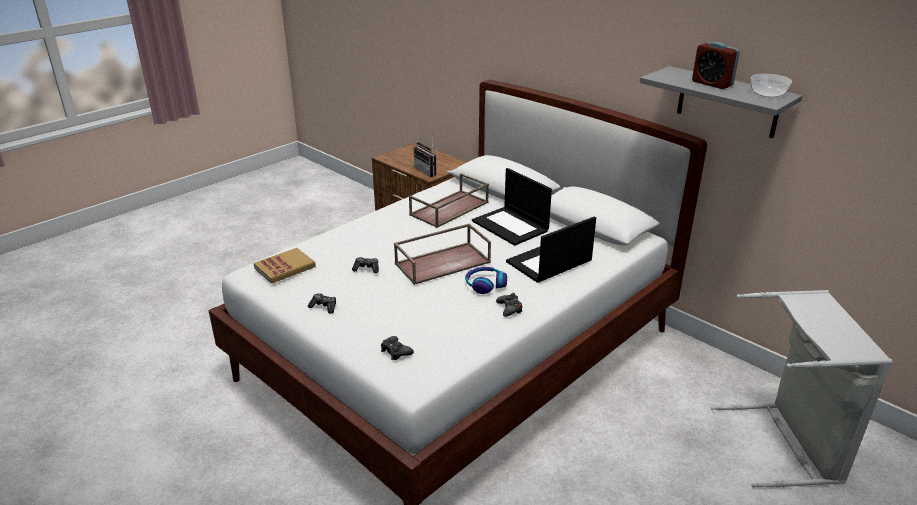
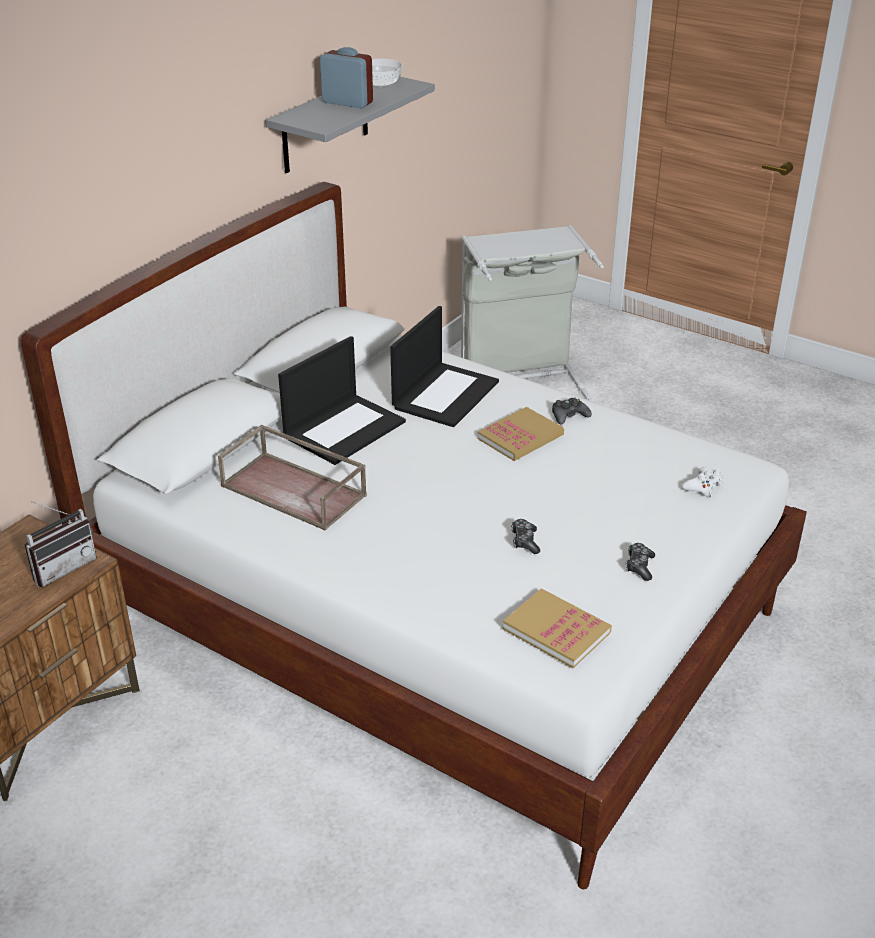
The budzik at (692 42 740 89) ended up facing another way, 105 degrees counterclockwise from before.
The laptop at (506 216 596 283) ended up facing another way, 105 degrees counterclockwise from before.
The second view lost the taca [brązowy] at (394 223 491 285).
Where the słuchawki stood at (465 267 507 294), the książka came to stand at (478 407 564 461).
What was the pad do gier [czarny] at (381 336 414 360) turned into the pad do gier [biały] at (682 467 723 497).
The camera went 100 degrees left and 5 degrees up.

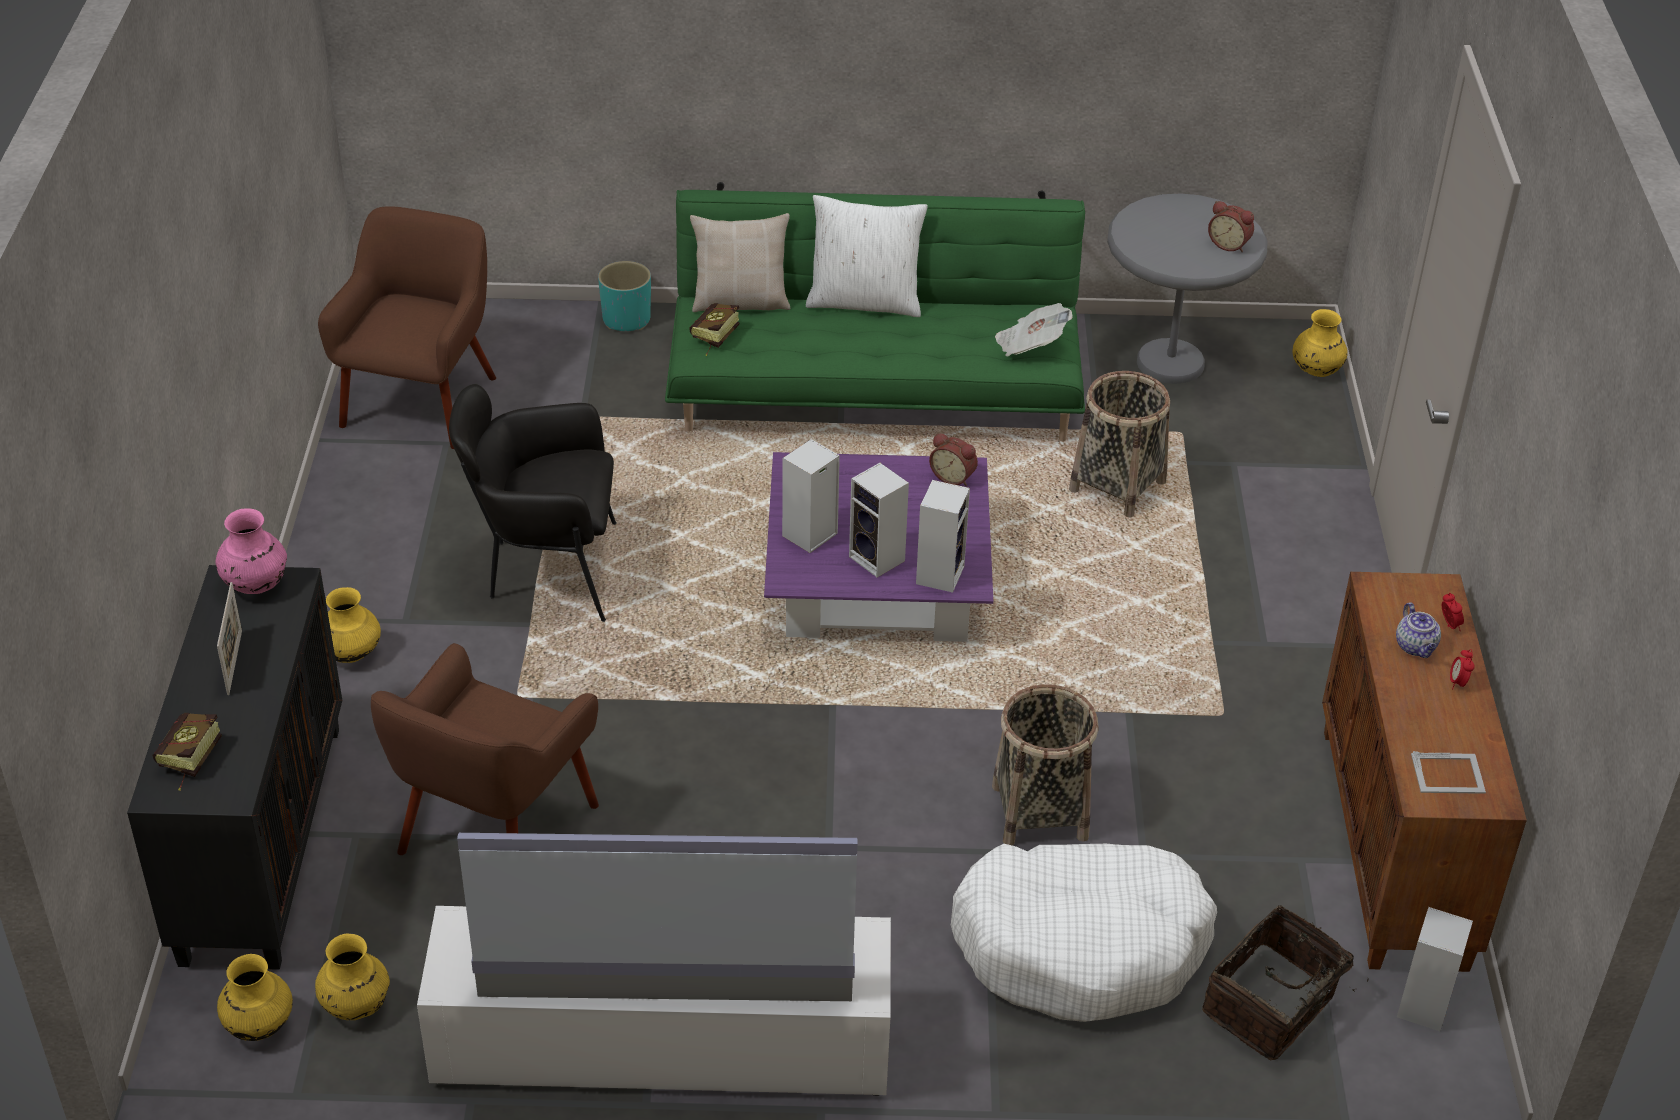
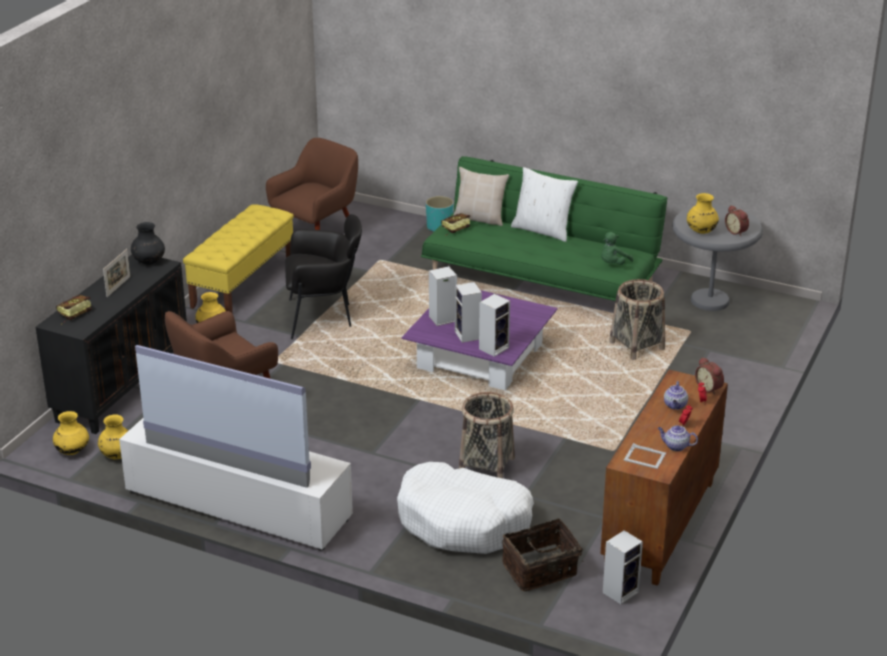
Where the gazeta stood at (995 303 1073 357), the pluszak [zielony] came to stand at (601 232 633 265).
The wazon [żółty] ended up elsewhere, having gone from (1293 309 1348 377) to (687 193 719 234).
The fotel [czarny] at (449 384 617 622) ended up facing another way, 150 degrees clockwise from before.
The budzik ended up elsewhere, having gone from (929 433 978 486) to (695 357 724 395).
What was the wazon [różowy] at (215 508 287 594) turned into the wazon [czarny] at (131 222 165 265).
The second view gained the ławka [żółty] at (183 204 294 313).
The second view gained the imbryk at (658 425 698 451).
The camera went 25 degrees right and 10 degrees down.

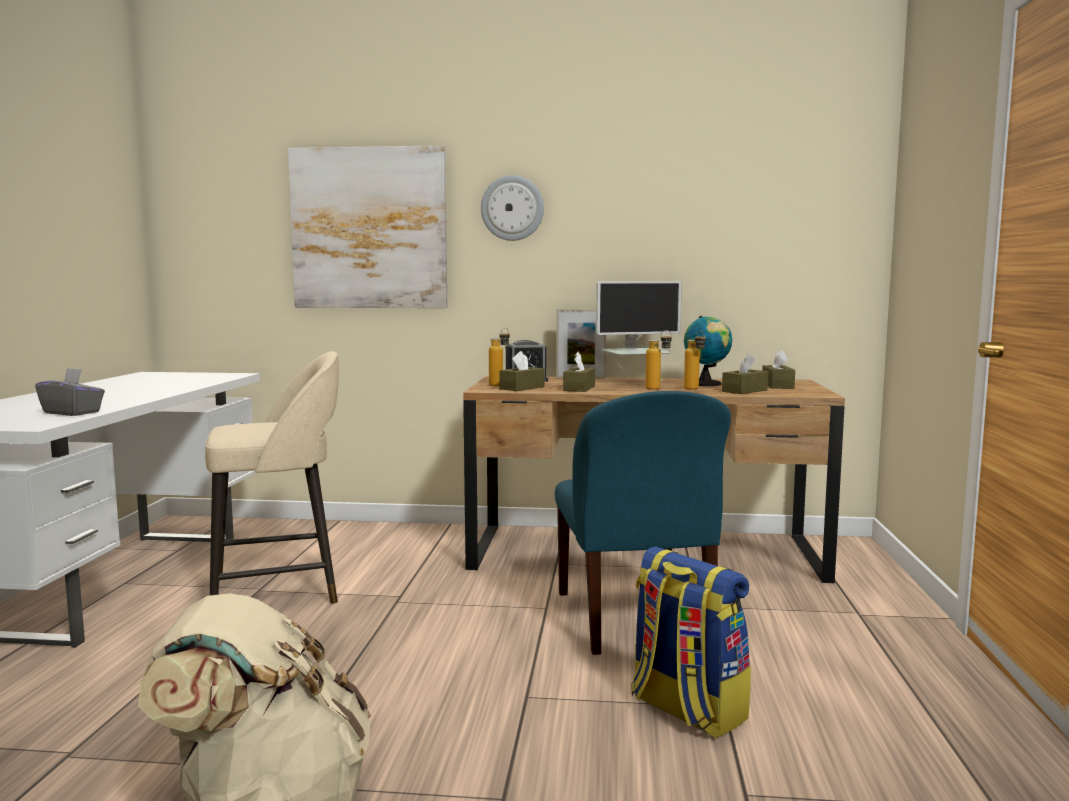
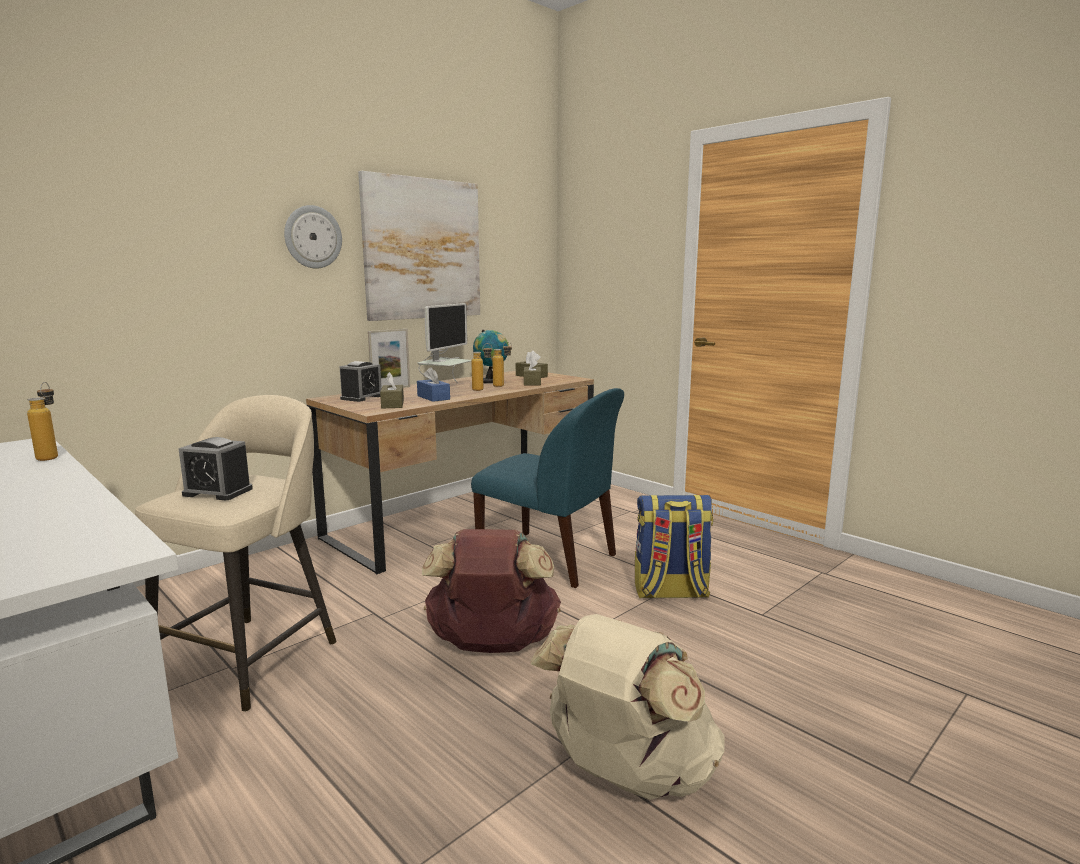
The obraz ended up elsewhere, having gone from (288 145 448 308) to (358 171 480 321).
The butelka ended up elsewhere, having gone from (489 327 510 386) to (27 382 58 461).
What was the pudełko chusteczek [brązowy] at (563 352 595 392) turned into the pudełko chusteczek [niebieski] at (417 367 450 402).
The second view lost the pudełko chusteczek [szary] at (35 368 105 416).
The second view gained the budzik at (178 437 253 500).
The second view gained the plecak [brązowy] at (422 529 561 653).
The camera went 50 degrees left and 5 degrees up.

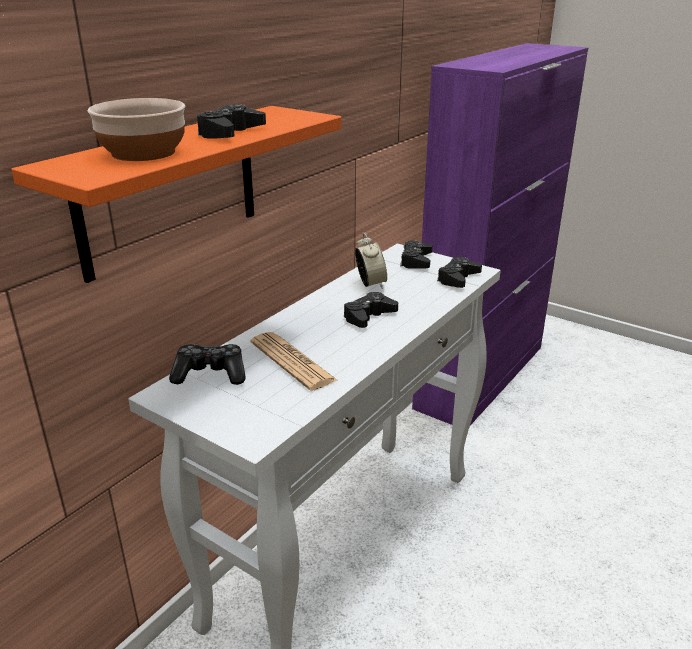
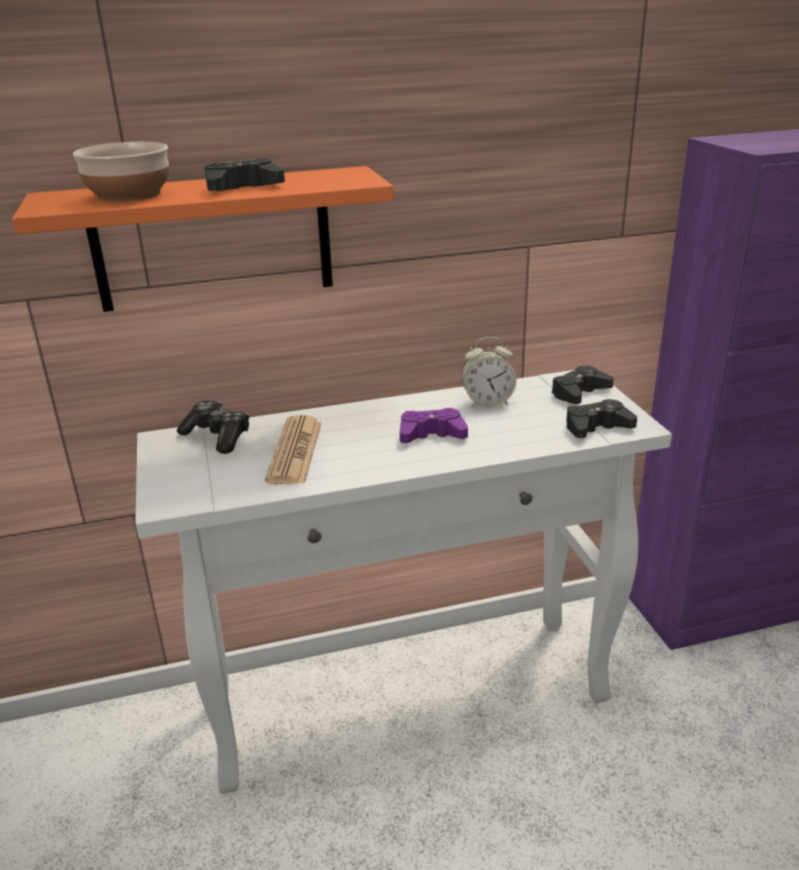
The budzik at (355 233 387 289) ended up facing another way, 60 degrees clockwise from before.
What was the pad do gier [czarny] at (344 292 398 328) turned into the pad do gier [fioletowy] at (400 408 468 443).
The camera went 40 degrees right and 0 degrees up.

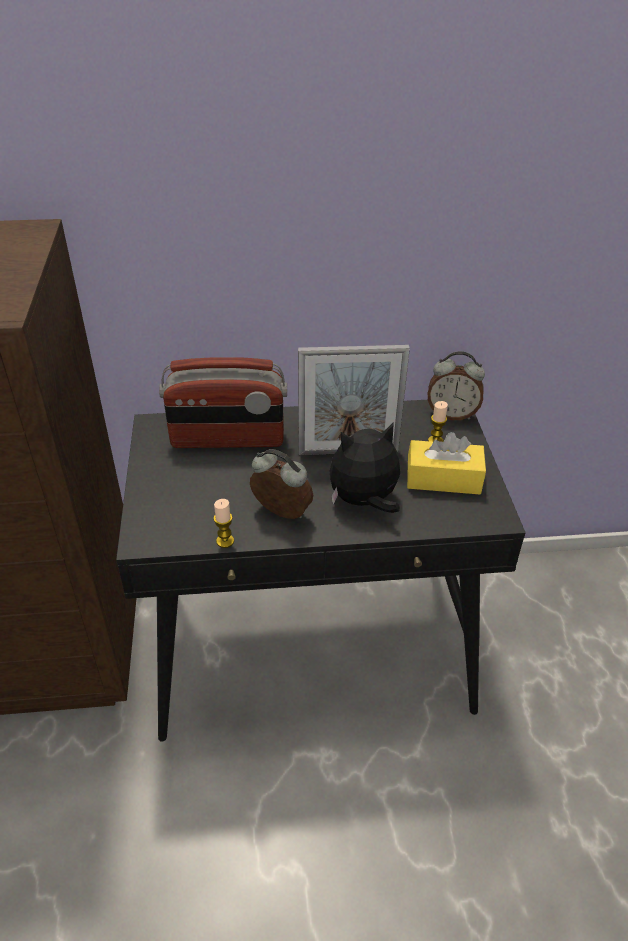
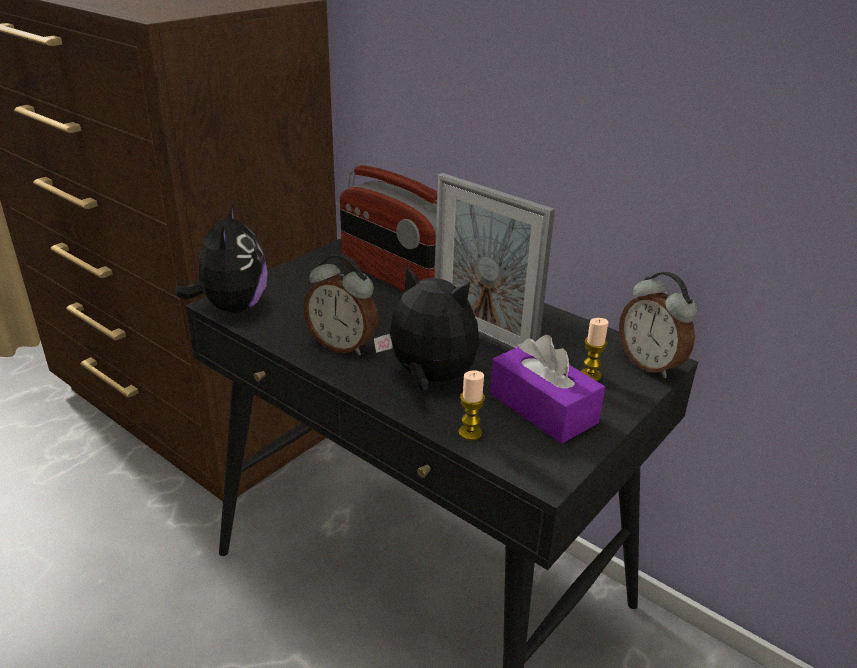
What was the pudełko chusteczek [żółty] at (407 432 486 495) turned into the pudełko chusteczek [fioletowy] at (490 335 605 444).
The budzik at (250 449 313 519) ended up facing another way, 135 degrees clockwise from before.
The świeca ended up elsewhere, having gone from (214 499 234 548) to (458 370 485 441).
The second view gained the pluszak at (175 203 268 313).
The camera went 45 degrees right and 10 degrees down.

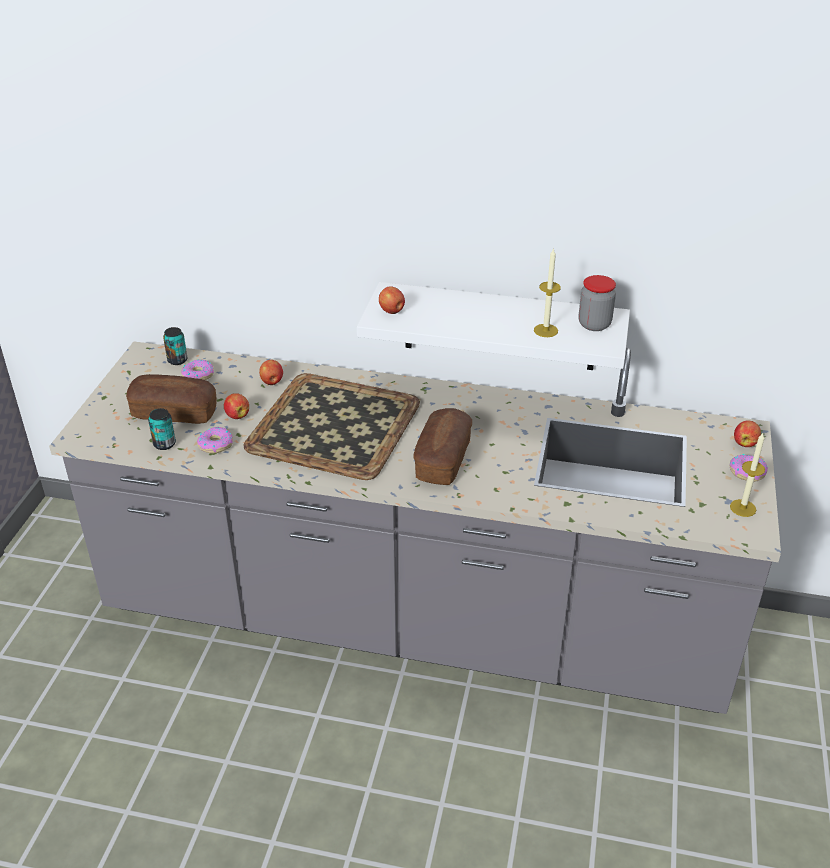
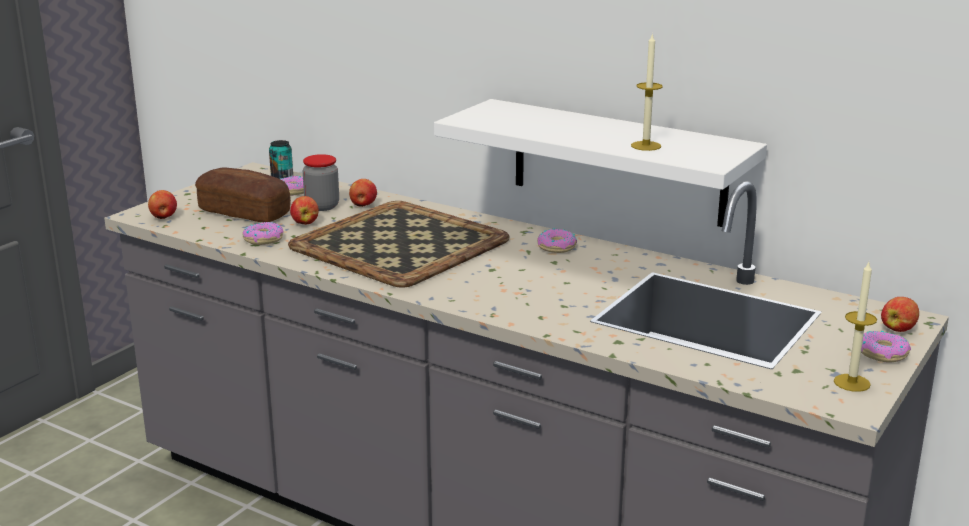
The słoik ended up elsewhere, having gone from (579 275 616 331) to (303 154 339 211).
The jabłko ended up elsewhere, having gone from (379 286 405 314) to (148 190 177 219).
The second view lost the puszka at (148 408 176 450).
The second view lost the chleb at (413 408 472 485).
The second view gained the donut at (537 228 577 253).
The camera went 20 degrees right and 15 degrees down.

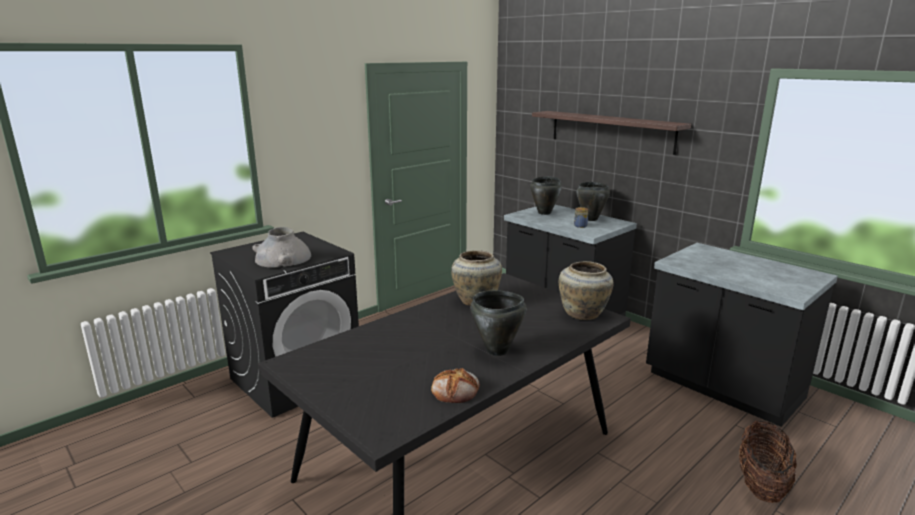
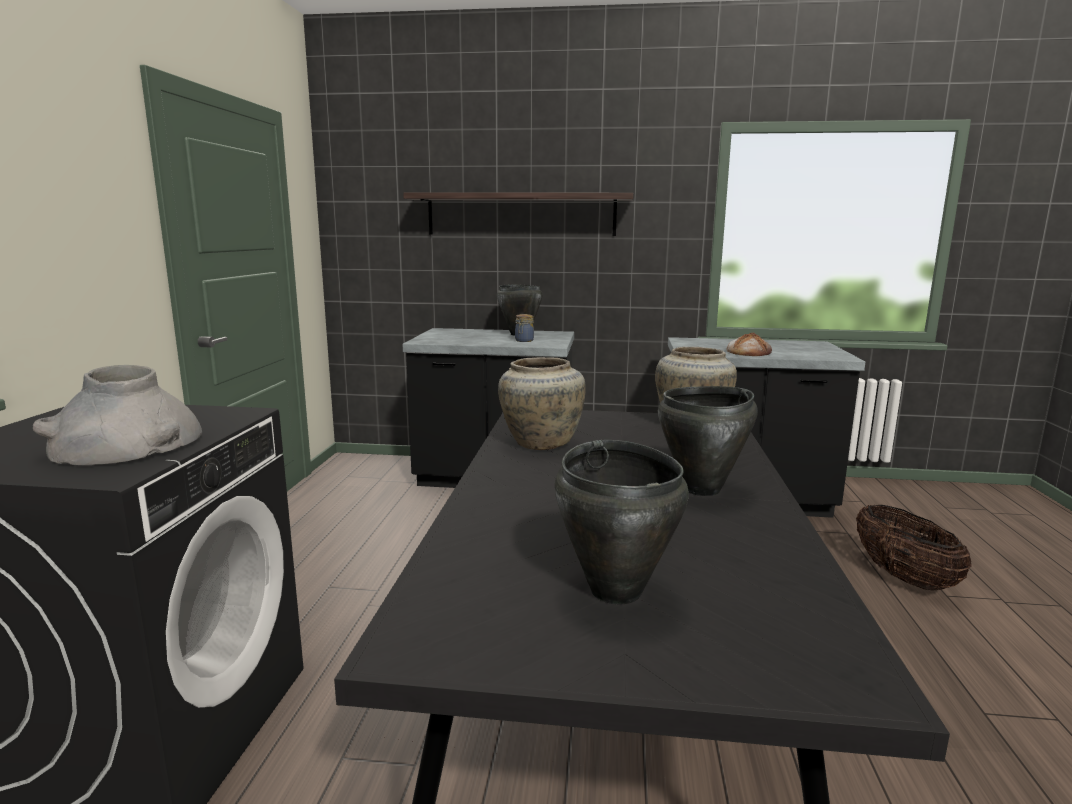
The garnek [czarny] ended up elsewhere, having gone from (530 176 562 215) to (555 440 689 604).
The chleb ended up elsewhere, having gone from (431 368 480 403) to (727 333 772 356).
The camera went 40 degrees left and 5 degrees down.

